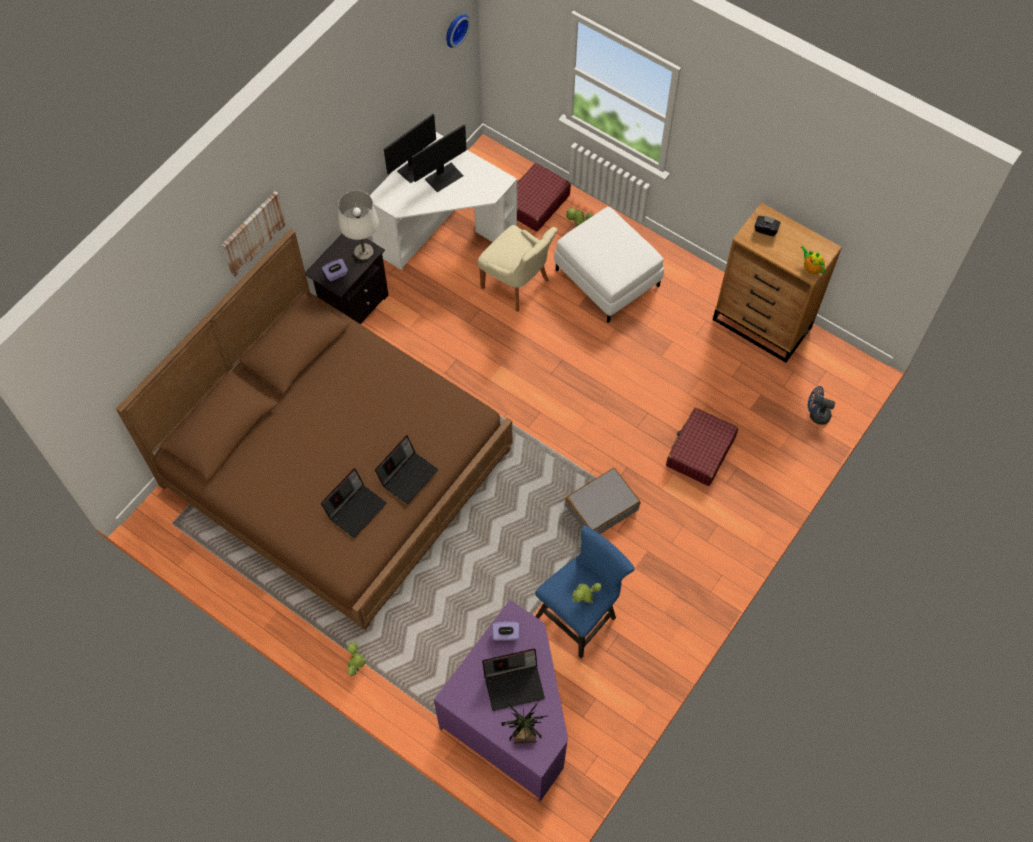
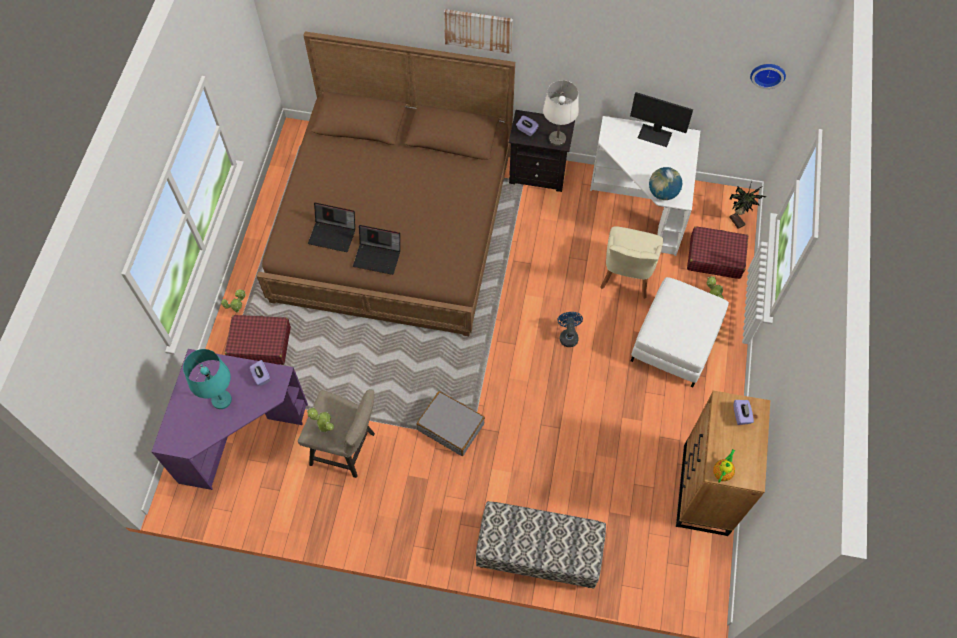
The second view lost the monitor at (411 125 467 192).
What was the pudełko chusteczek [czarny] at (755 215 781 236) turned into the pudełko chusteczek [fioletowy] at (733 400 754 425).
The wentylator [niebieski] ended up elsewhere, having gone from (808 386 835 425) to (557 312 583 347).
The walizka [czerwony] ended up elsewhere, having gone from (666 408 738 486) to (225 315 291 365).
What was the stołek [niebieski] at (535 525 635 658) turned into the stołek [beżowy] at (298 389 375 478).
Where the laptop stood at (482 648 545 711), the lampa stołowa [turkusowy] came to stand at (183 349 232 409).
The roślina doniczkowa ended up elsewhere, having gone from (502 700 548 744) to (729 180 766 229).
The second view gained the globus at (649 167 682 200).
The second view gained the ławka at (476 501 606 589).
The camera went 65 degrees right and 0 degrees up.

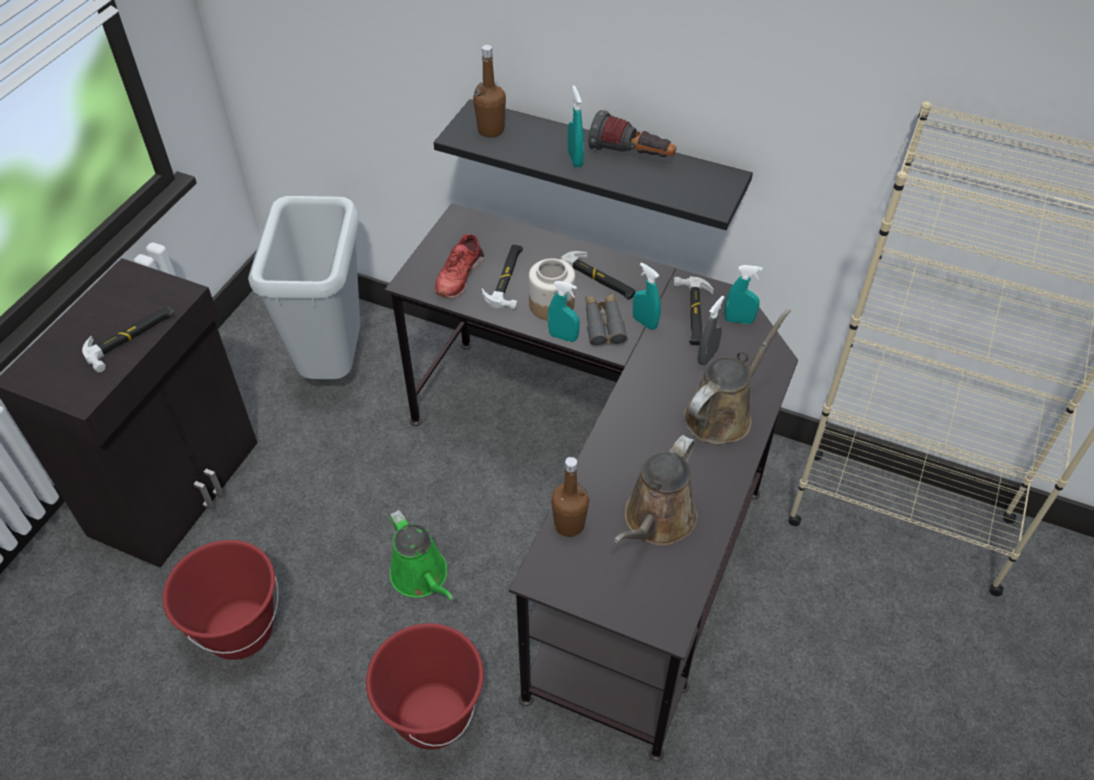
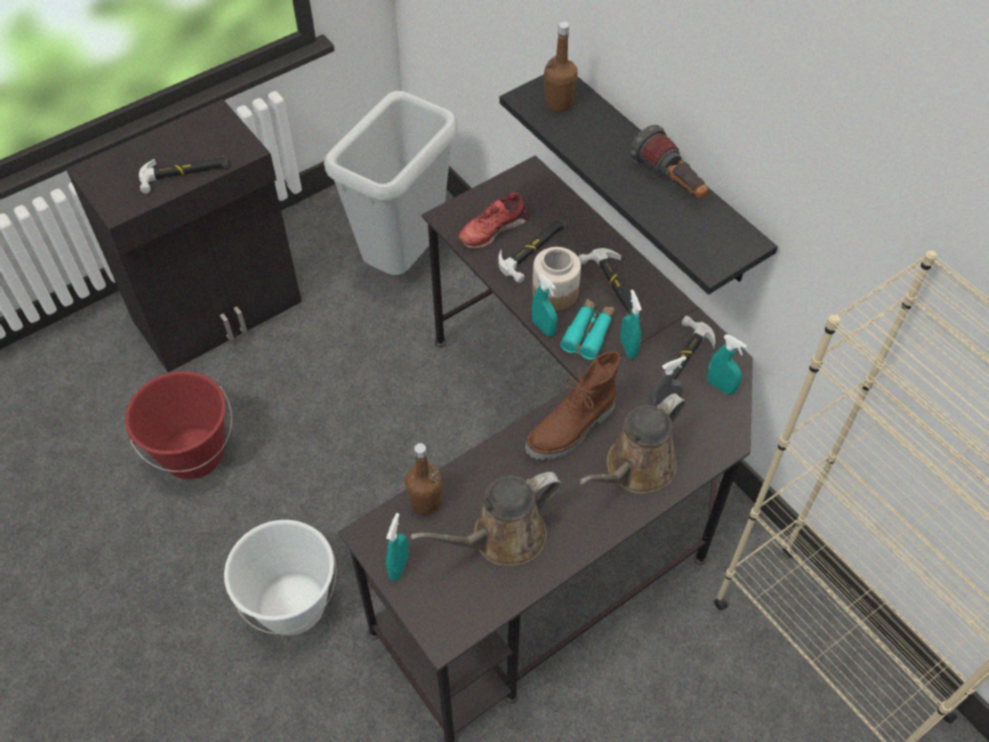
The spryskiwacz [turkusowy] ended up elsewhere, having gone from (568 85 584 167) to (386 513 409 581).
What was the lornetka [szary] at (585 294 628 348) turned into the lornetka [turkusowy] at (560 299 615 360).
The konewka [brązowy] at (684 309 791 445) ended up facing another way, 150 degrees clockwise from before.
The second view lost the konewka [zielony] at (389 510 454 601).
What was the wiadro [czerwony] at (366 623 484 750) turned into the wiadro [biały] at (224 520 337 635).
The second view gained the but z cholewką [brązowy] at (525 352 620 460).
The camera went 30 degrees right and 5 degrees up.

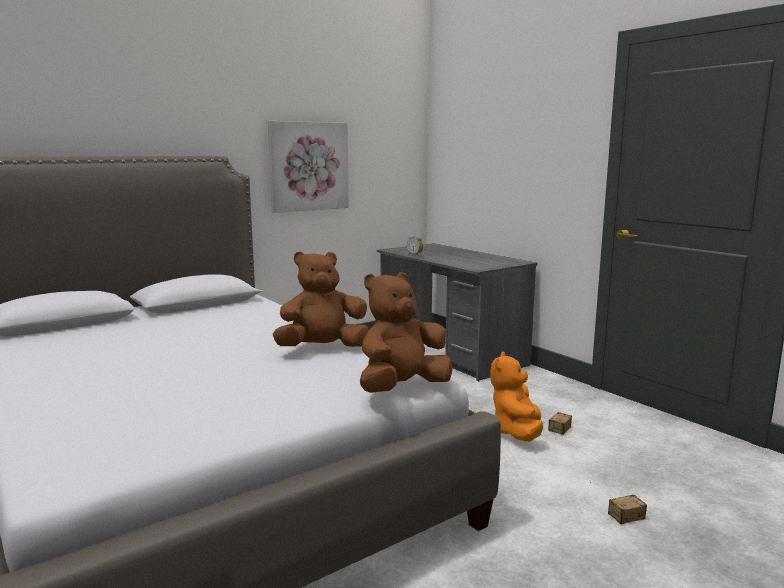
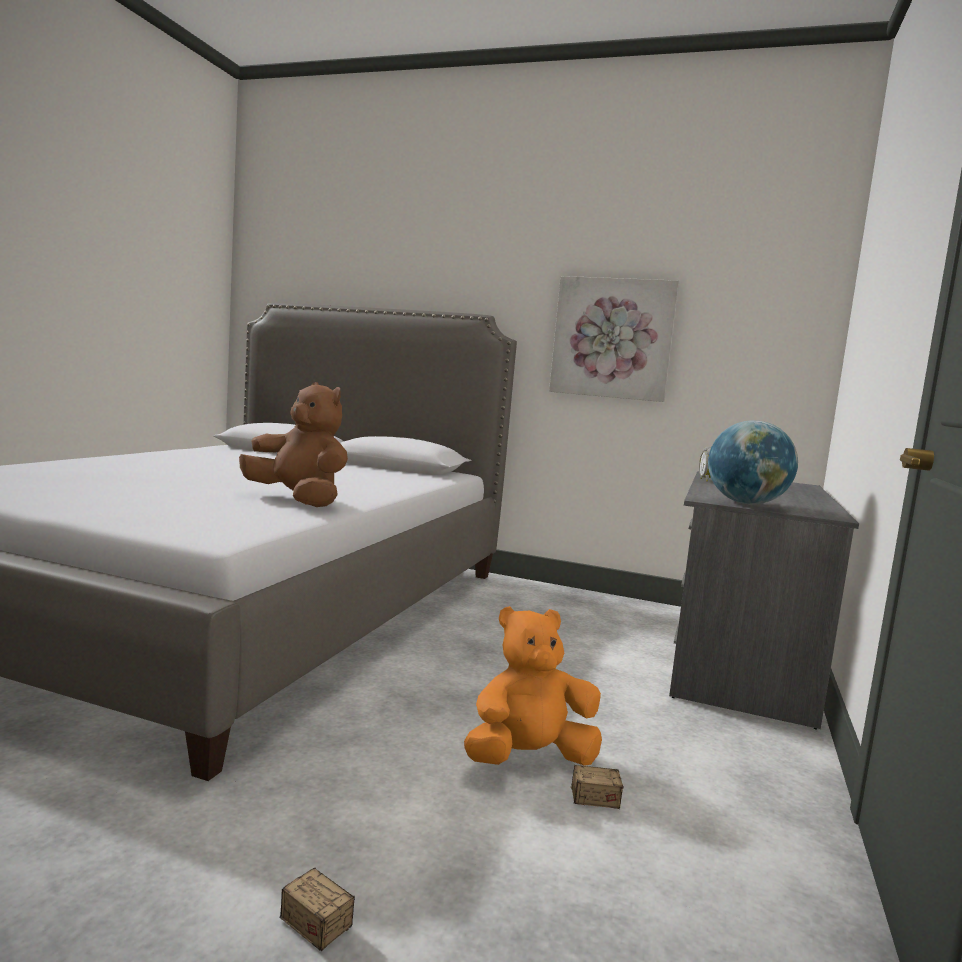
The second view lost the pluszak [brązowy] at (360 272 452 393).
The second view gained the globus at (708 420 798 505).
The camera went 55 degrees right and 5 degrees down.

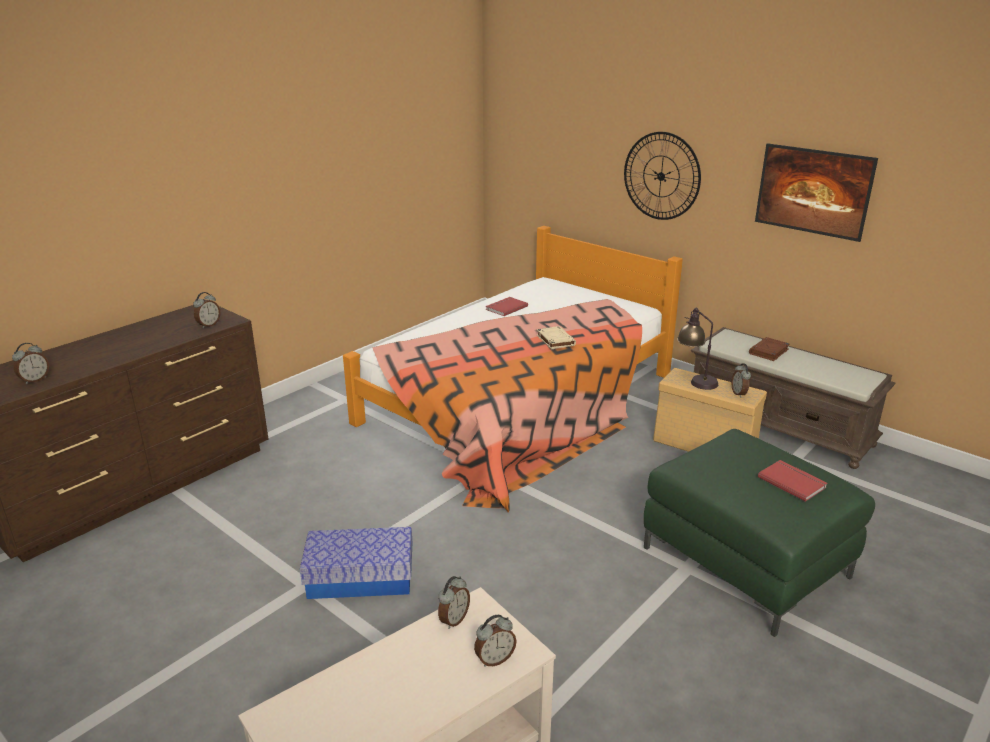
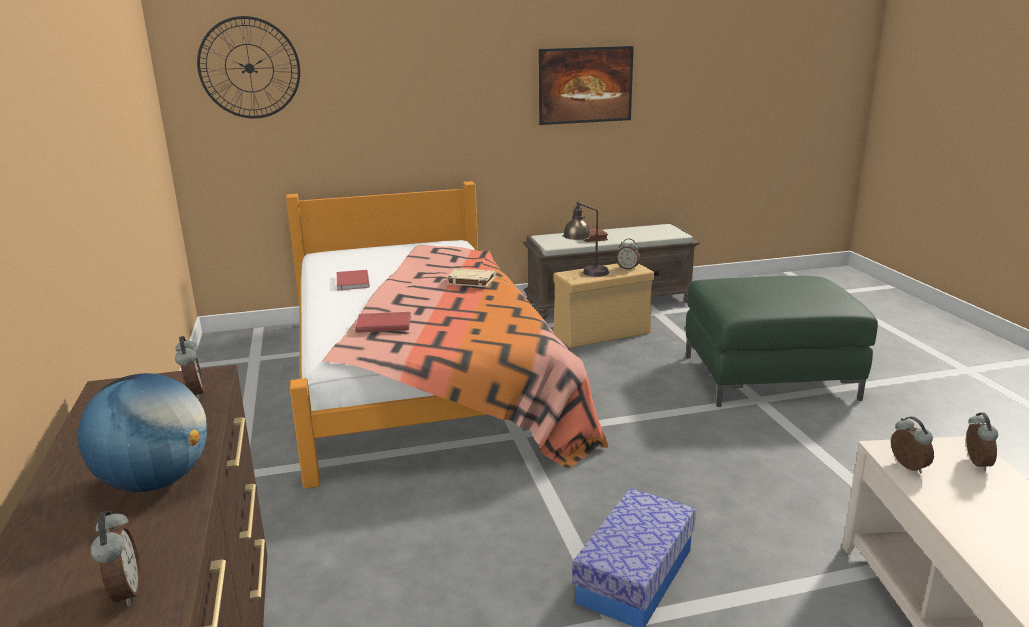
The zegar ścienny ended up elsewhere, having gone from (624 132 701 220) to (197 16 300 118).
The książka [czerwony] ended up elsewhere, having gone from (758 460 828 502) to (355 312 411 333).
The second view gained the globus at (77 373 207 492).
The camera went 55 degrees left and 5 degrees down.

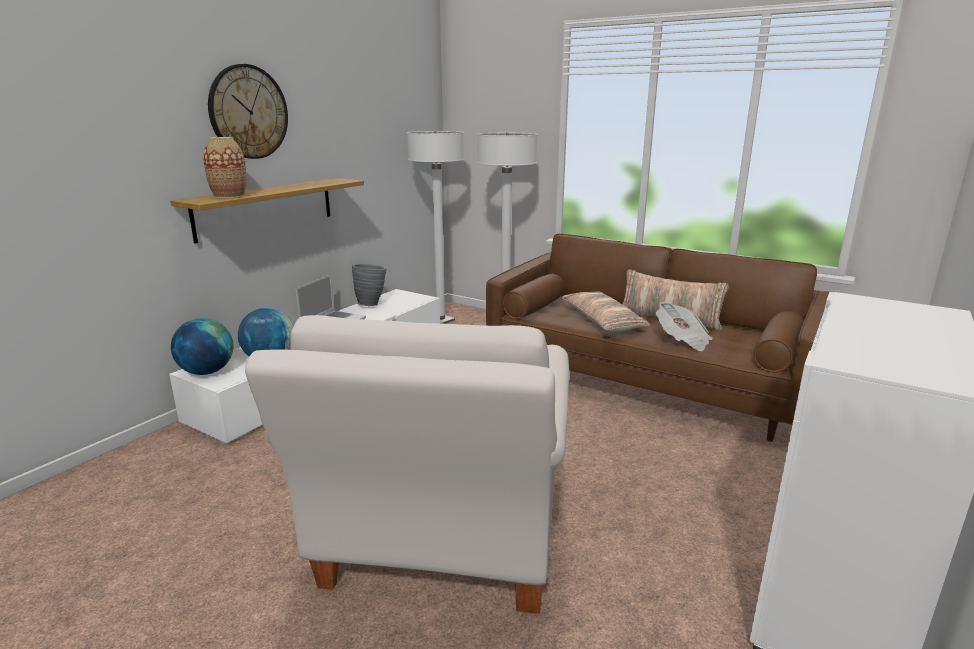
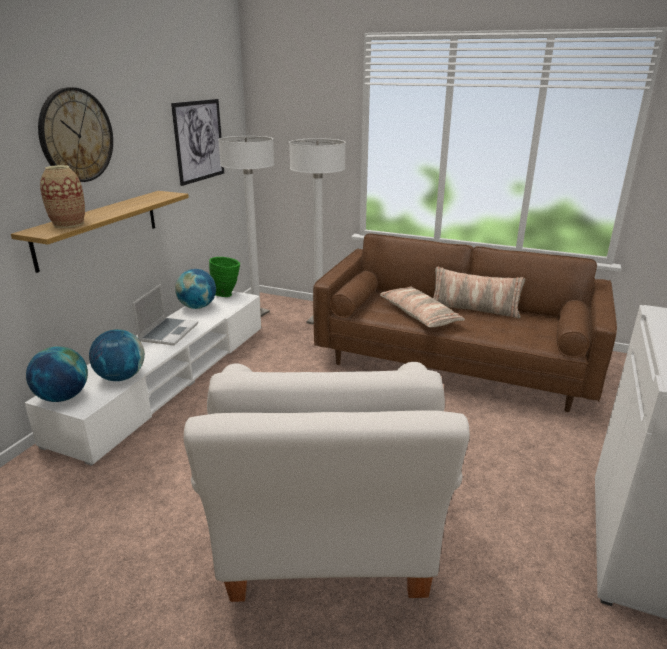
Where the wazon [szary] stood at (352 264 387 306), the globus came to stand at (175 269 216 309).
The second view lost the gazeta at (656 302 712 351).
The second view gained the obraz at (171 99 224 186).
The second view gained the wazon [zielony] at (209 257 240 297).
The camera went 10 degrees left and 5 degrees up.

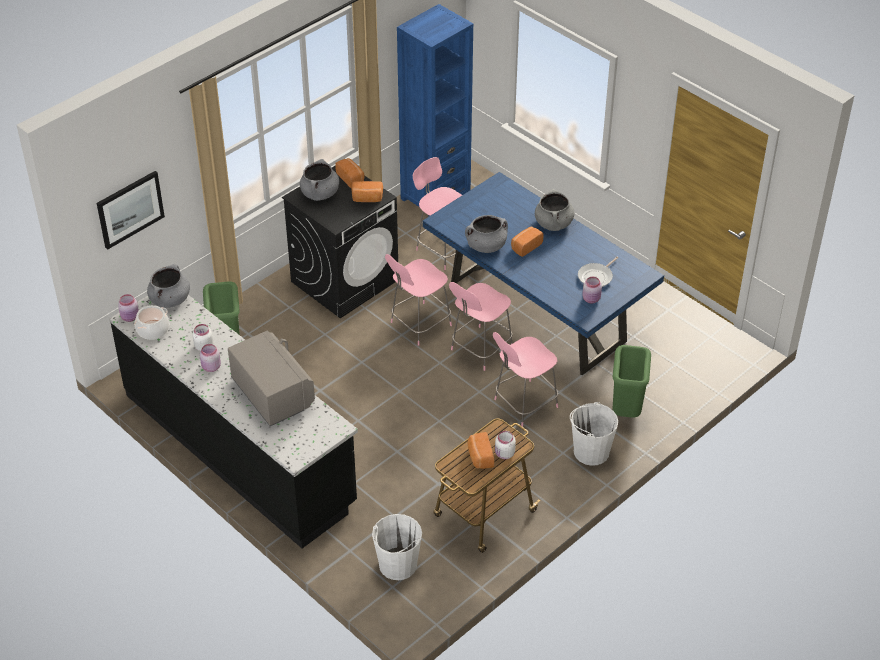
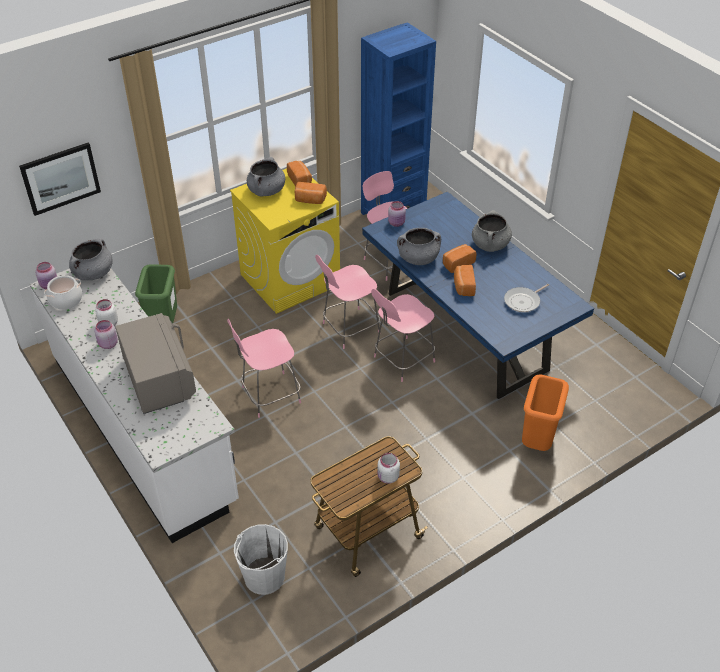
What was the pralka [czarny] at (282 166 398 318) turned into the pralka [żółty] at (230 168 340 314).
The słoik [różowy] ended up elsewhere, having gone from (582 277 602 303) to (388 201 406 227).
What was the zabudowa kuchenna [czarny] at (109 295 358 548) turned into the zabudowa kuchenna [biały] at (30 269 239 543).
The krzesło [różowy] ended up elsewhere, having gone from (493 332 558 427) to (227 319 301 418).
What was the kosz na śmieci [zielony] at (612 345 651 418) turned into the kosz na śmieci [pomarańczowy] at (522 374 569 451).
The second view lost the wiadro [biały] at (570 402 618 466).
The chleb ended up elsewhere, having gone from (468 432 494 469) to (454 265 476 296).
The camera went 10 degrees right and 0 degrees up.

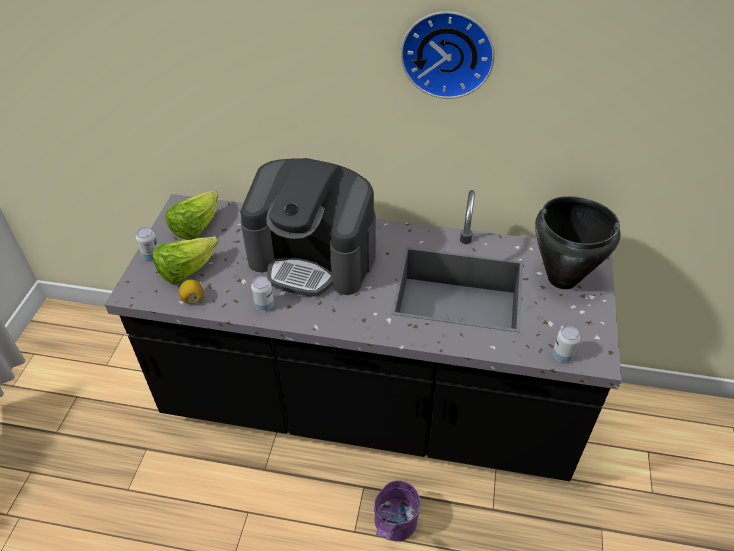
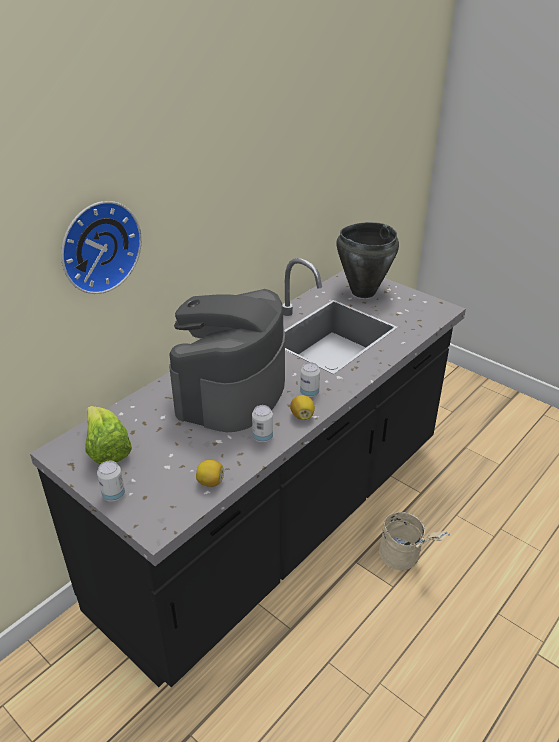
The zegar ścienny ended up elsewhere, having gone from (400 11 495 99) to (61 201 142 294).
The ekspres do kawy at (240 158 376 297) ended up facing another way, 150 degrees clockwise from before.
The second view lost the sałata at (153 236 218 284).
The puszka ended up elsewhere, having gone from (553 326 580 362) to (300 362 320 397).
What was the wiadro [fioletowy] at (374 480 421 541) turned into the wiadro [beżowy] at (379 512 450 571).
The second view gained the cytryna at (290 395 315 420).
The camera went 60 degrees left and 10 degrees down.

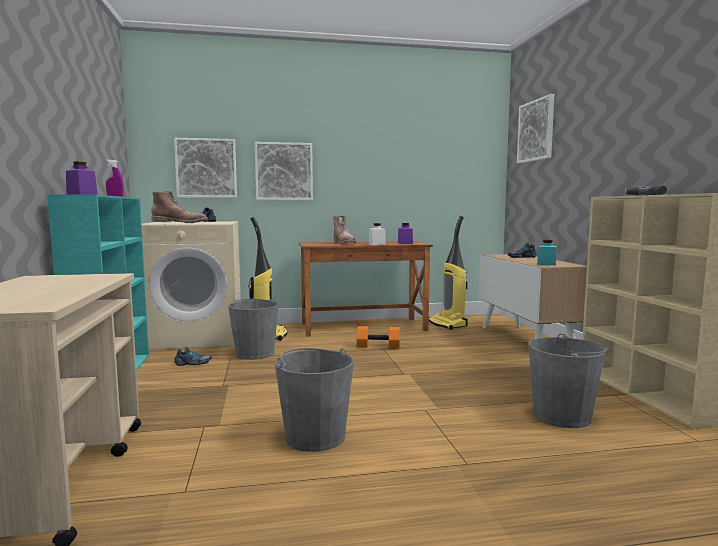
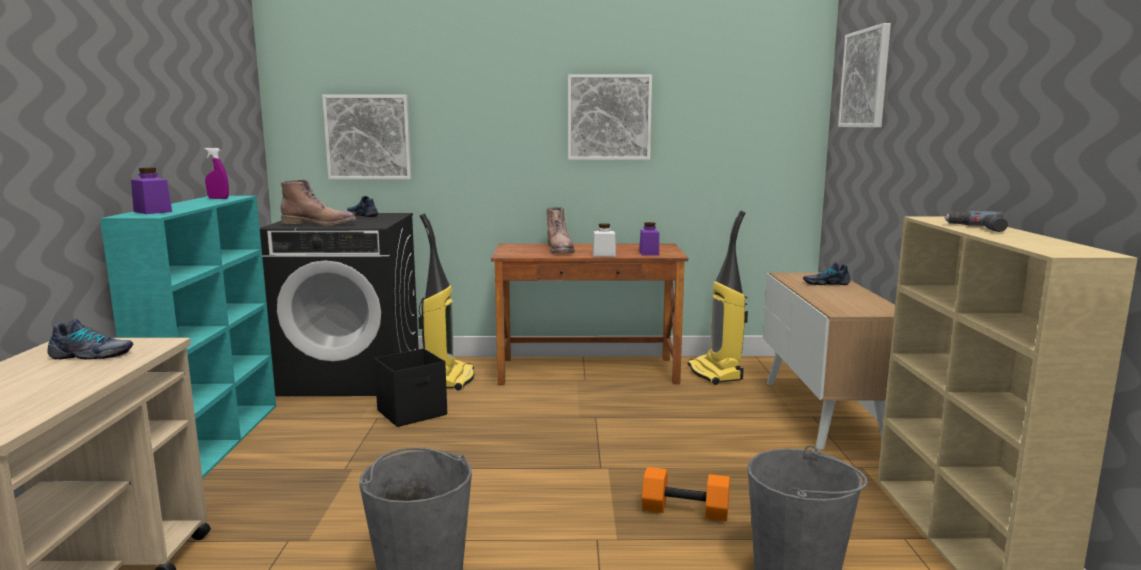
The obraz ended up elsewhere, having gone from (255 142 313 200) to (568 74 652 160).
What was the pralka [beżowy] at (142 221 241 350) turned into the pralka [czarny] at (260 213 419 396).
The second view lost the słoik [turkusowy] at (537 240 556 265).
Where the wiadro [szary] stood at (228 298 279 360), the pojemnik do przechowywania [czarny] came to stand at (374 348 447 427).
The hantel [pomarańczowy] ended up elsewhere, having gone from (357 326 400 348) to (642 467 730 521).
The but ended up elsewhere, having gone from (174 347 212 366) to (48 319 133 360).
The camera went 10 degrees right and 5 degrees up.

